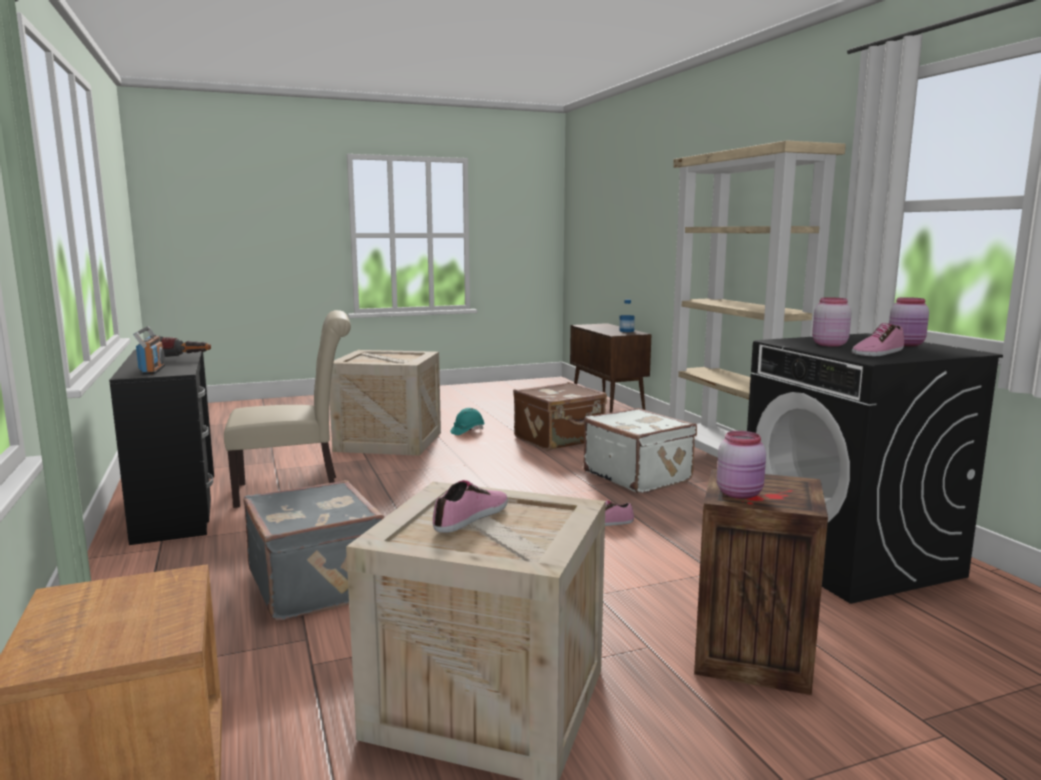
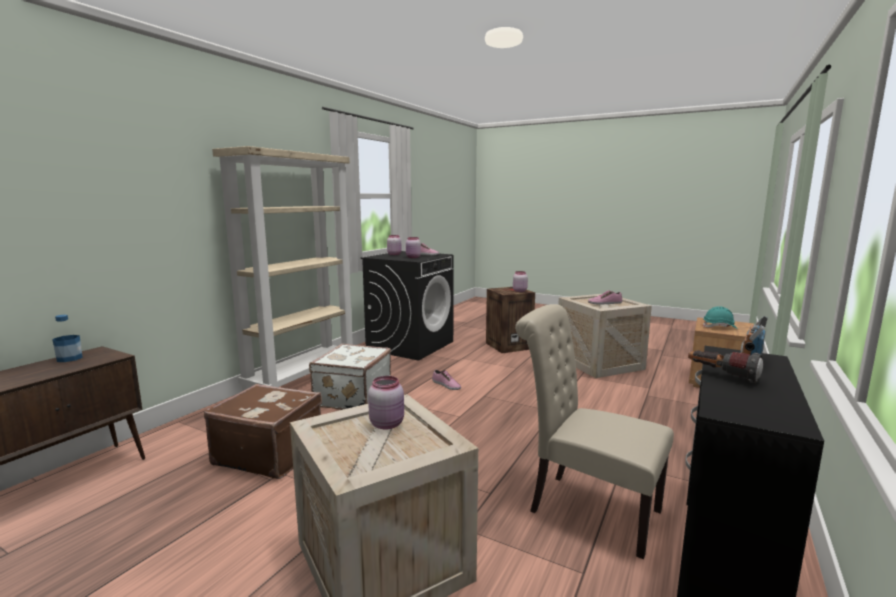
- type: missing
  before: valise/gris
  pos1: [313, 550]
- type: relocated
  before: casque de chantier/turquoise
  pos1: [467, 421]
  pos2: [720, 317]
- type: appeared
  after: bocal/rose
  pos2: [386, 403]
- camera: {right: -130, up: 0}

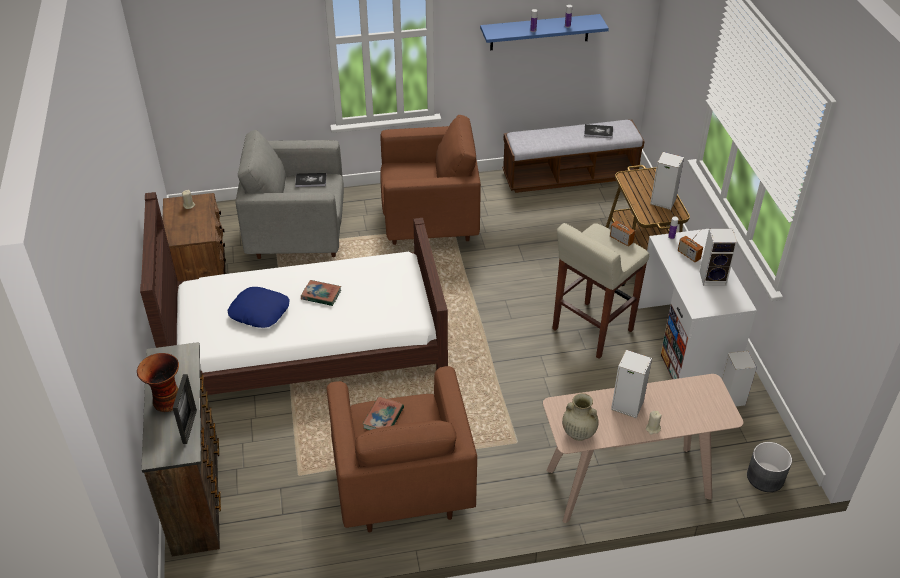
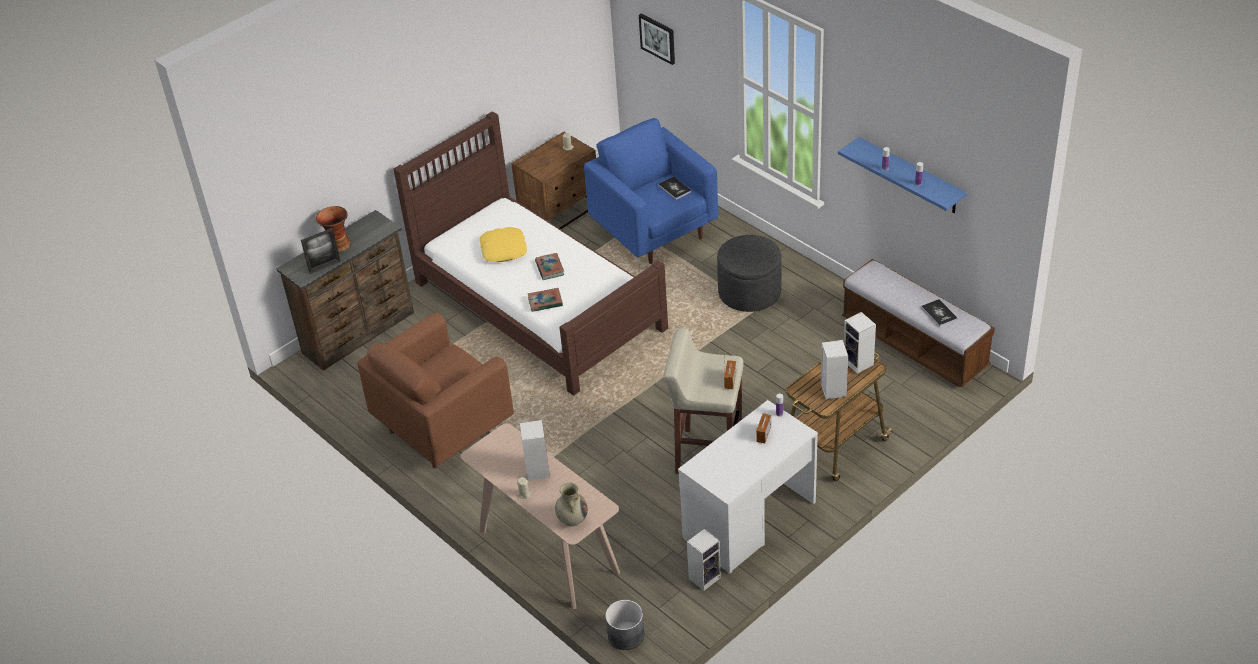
- type: colour
  before: coussin/bleu
  after: coussin/jaune
  pos1: [258, 307]
  pos2: [503, 244]
- type: colour
  before: fauteuil/gris
  after: fauteuil/bleu
  pos1: [289, 194]
  pos2: [651, 191]
- type: relocated
  before: livre
  pos1: [383, 413]
  pos2: [545, 300]
- type: exchanged
  before: fauteuil/marron
  after: pouf/gris
  pos1: [430, 180]
  pos2: [749, 273]
- type: relocated
  before: vase/beige
  pos1: [580, 417]
  pos2: [571, 505]
- type: relocated
  before: enceinte
  pos1: [718, 257]
  pos2: [860, 343]
- type: appeared
  after: tableau
  pos2: [657, 39]
- camera: {right: 60, up: 0}

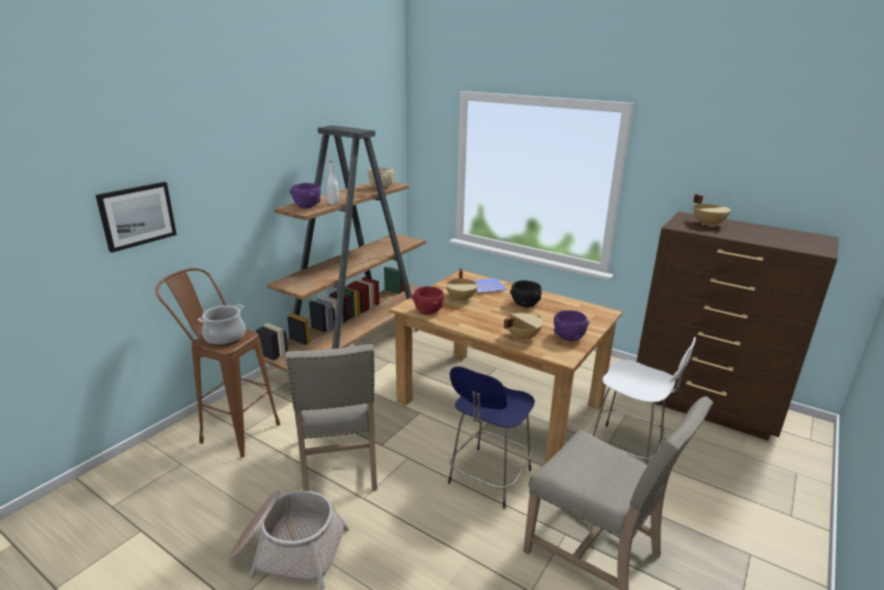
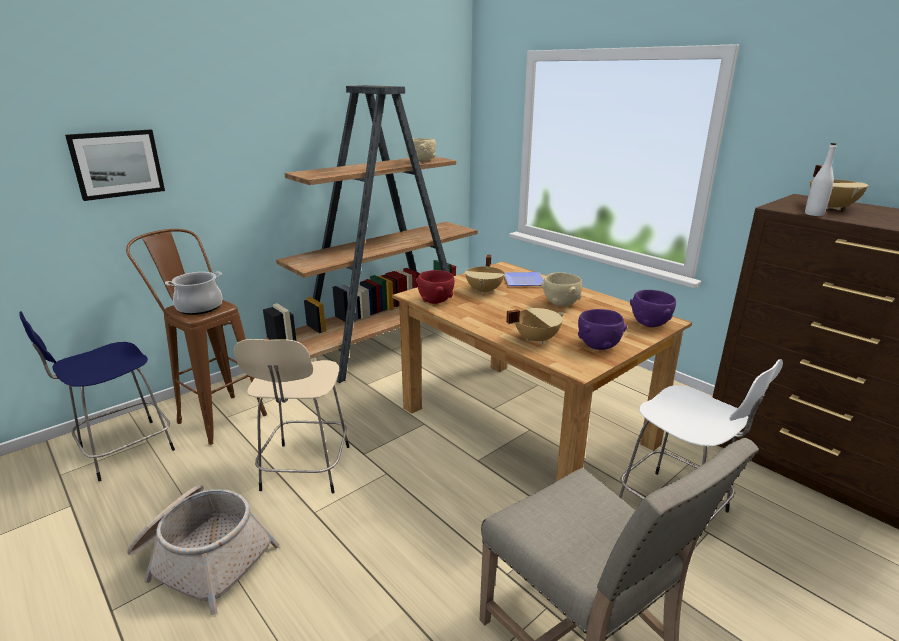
- type: exchanged
  before: chaise/beige
  after: tabouret/beige
  pos1: [331, 417]
  pos2: [291, 416]
- type: relocated
  before: bol/violet
  pos1: [305, 195]
  pos2: [653, 308]
- type: relocated
  before: bouteille/blanc
  pos1: [333, 183]
  pos2: [820, 179]
- type: relocated
  before: tabouret/bleu
  pos1: [491, 437]
  pos2: [97, 396]
- type: colour
  before: bol/noir
  after: bol/beige
  pos1: [526, 293]
  pos2: [561, 289]
- camera: {right: 15, up: 0}

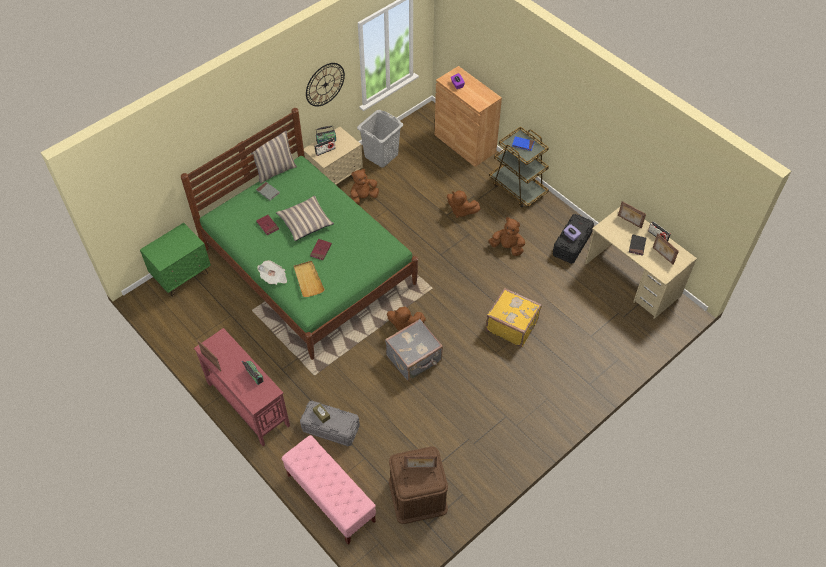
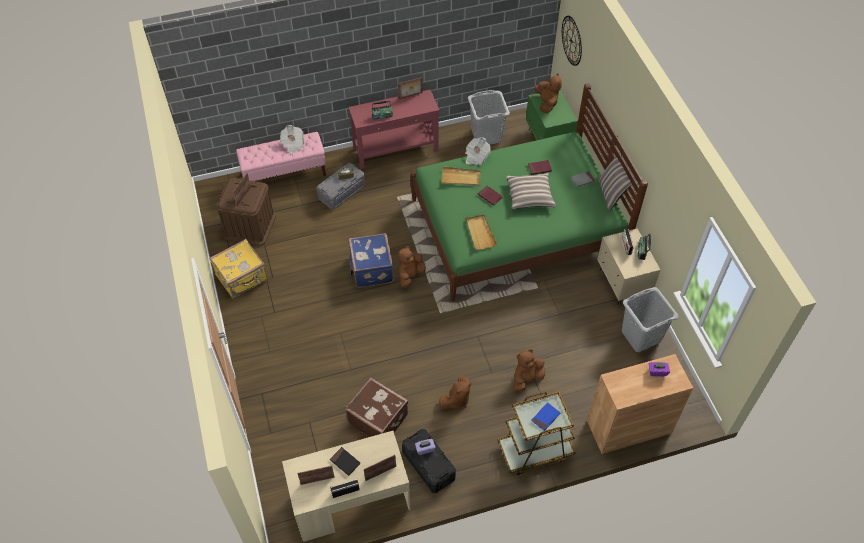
- type: relocated
  before: horloge murale
  pos1: [325, 85]
  pos2: [572, 41]
- type: relocated
  before: peluche/marron
  pos1: [364, 187]
  pos2: [548, 93]
- type: colour
  before: valise/gris
  after: valise/bleu
  pos1: [414, 350]
  pos2: [371, 260]
- type: relocated
  before: valise/jaune
  pos1: [514, 317]
  pos2: [238, 269]
- type: appeared
  after: journal
  pos2: [292, 139]
- type: appeared
  after: valise/marron
  pos2: [376, 407]
- type: appeared
  after: plateau/beige
  pos2: [481, 232]
- type: appeared
  after: panier à linge/gris
  pos2: [489, 117]
- camera: {right: 115, up: 0}

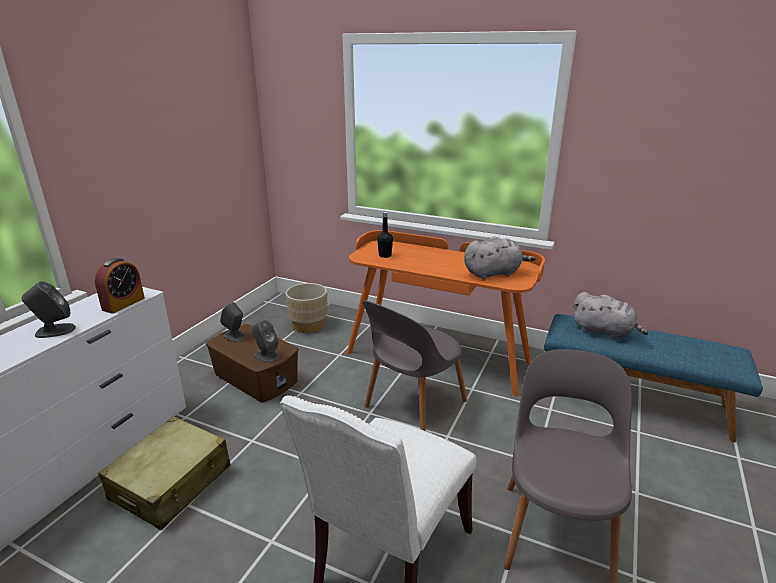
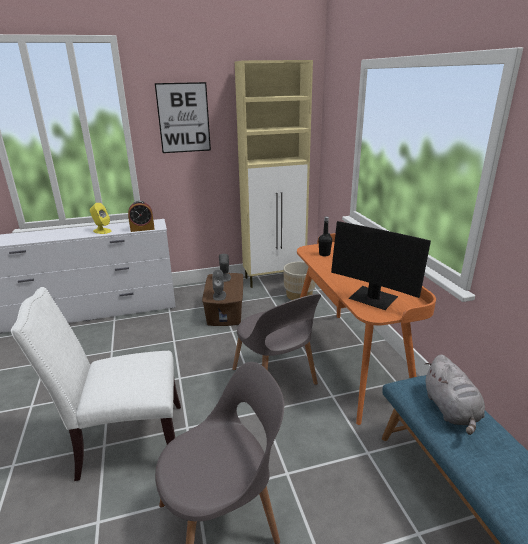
- type: colour
  before: enceinte/gris
  after: enceinte/jaune
  pos1: [49, 309]
  pos2: [100, 218]
- type: missing
  before: valise/beige
  pos1: [164, 473]
- type: spun
  before: chaise/gris
  pos1: [415, 365]
  pos2: [276, 339]
  turn: -120
- type: exchanged
  before: peluche/gris
  after: écran d'ordinateur
  pos1: [500, 258]
  pos2: [381, 265]
- type: appeared
  after: tableau
  pos2: [183, 117]
- type: appeared
  after: meuble de rangement/beige
  pos2: [274, 174]
- camera: {right: 50, up: 0}

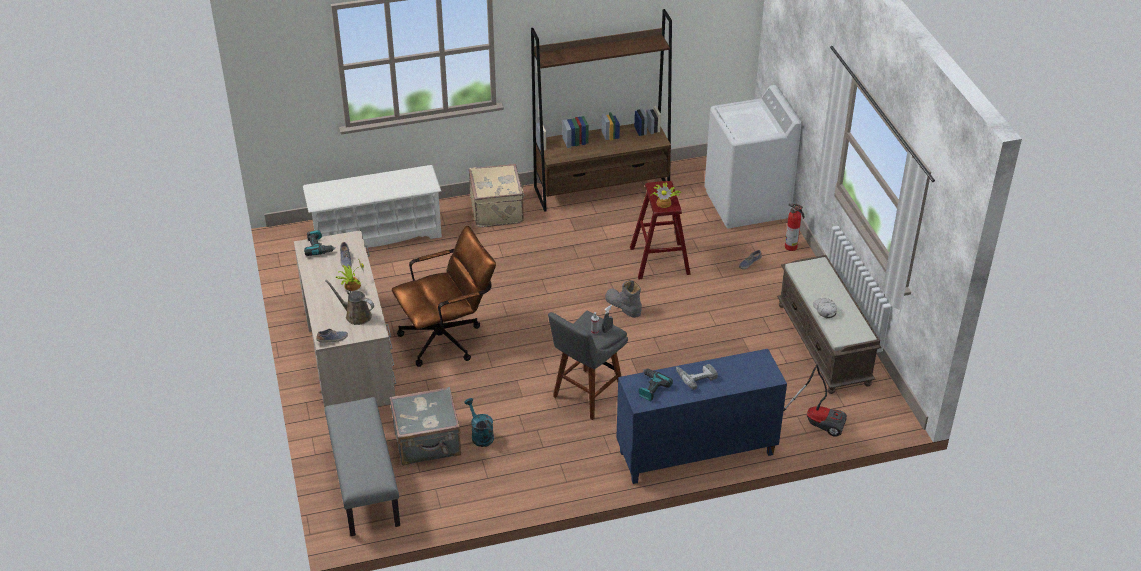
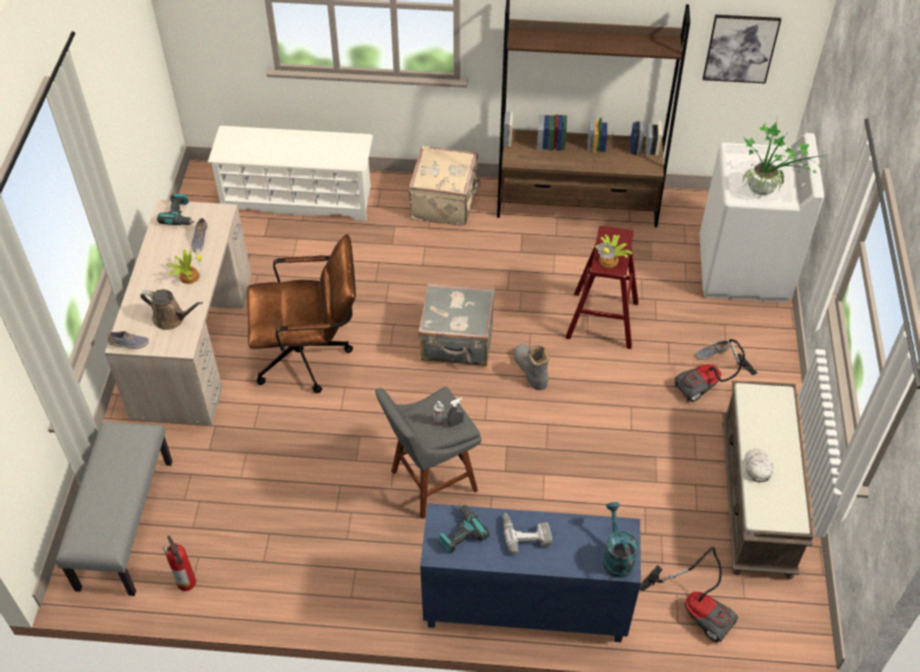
- type: spun
  before: arrosoir/marron
  pos1: [349, 302]
  pos2: [171, 309]
  turn: 150
- type: relocated
  before: valise/gris
  pos1: [425, 426]
  pos2: [456, 325]
- type: relocated
  before: arrosoir/turquoise
  pos1: [479, 422]
  pos2: [621, 540]
- type: relocated
  before: extincteur
  pos1: [795, 227]
  pos2: [179, 563]
- type: appeared
  after: aspirateur
  pos2: [715, 370]
- type: appeared
  after: tableau
  pos2: [742, 49]
- type: appeared
  after: plante en pot
  pos2: [785, 158]
- camera: {right: 20, up: 10}

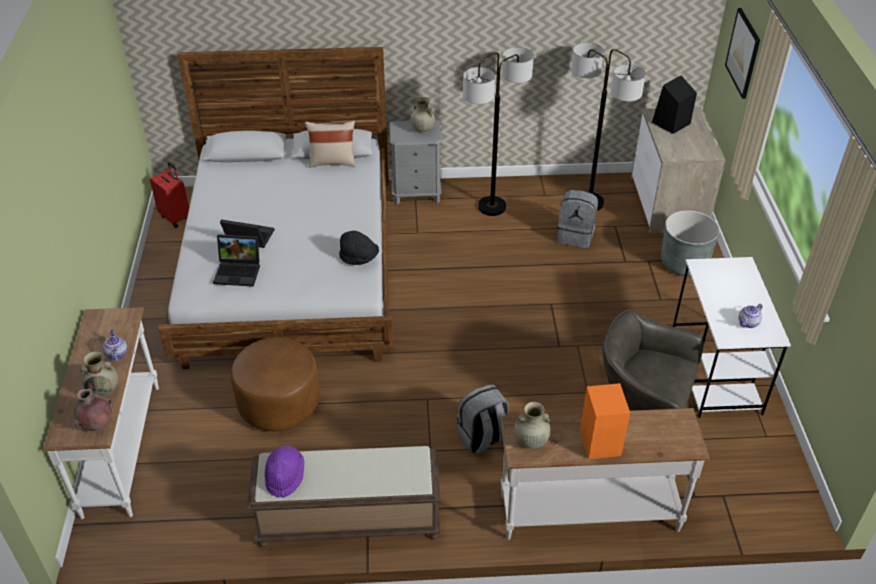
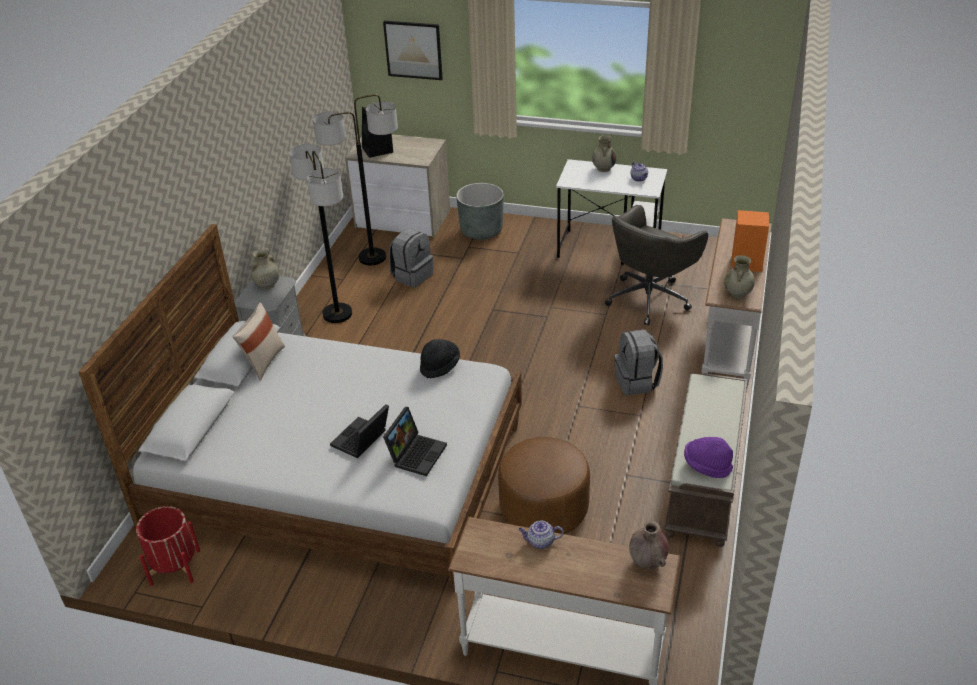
- type: relocated
  before: vase/beige
  pos1: [99, 374]
  pos2: [604, 153]
- type: exchanged
  before: valise/rouge
  after: cache-pot/rouge
  pos1: [169, 195]
  pos2: [168, 546]
- camera: {right: -70, up: -5}

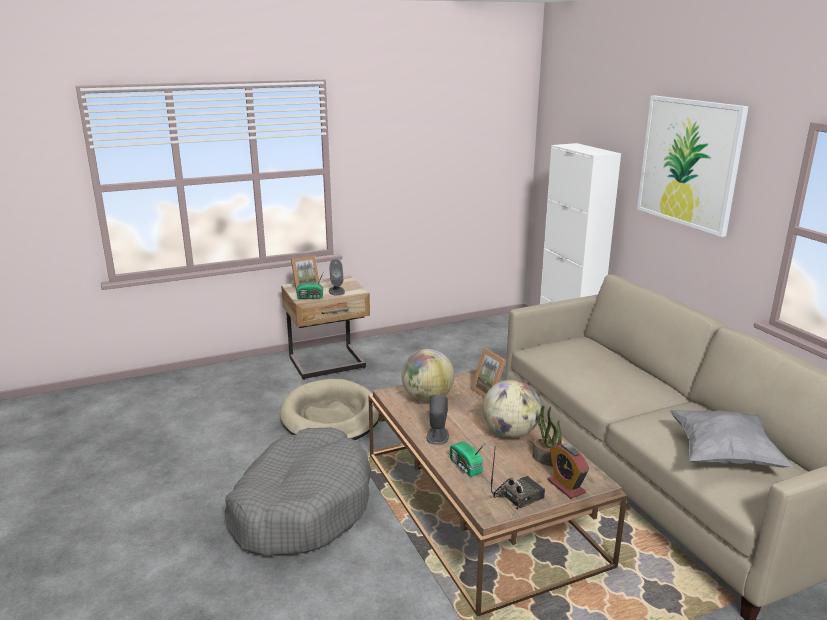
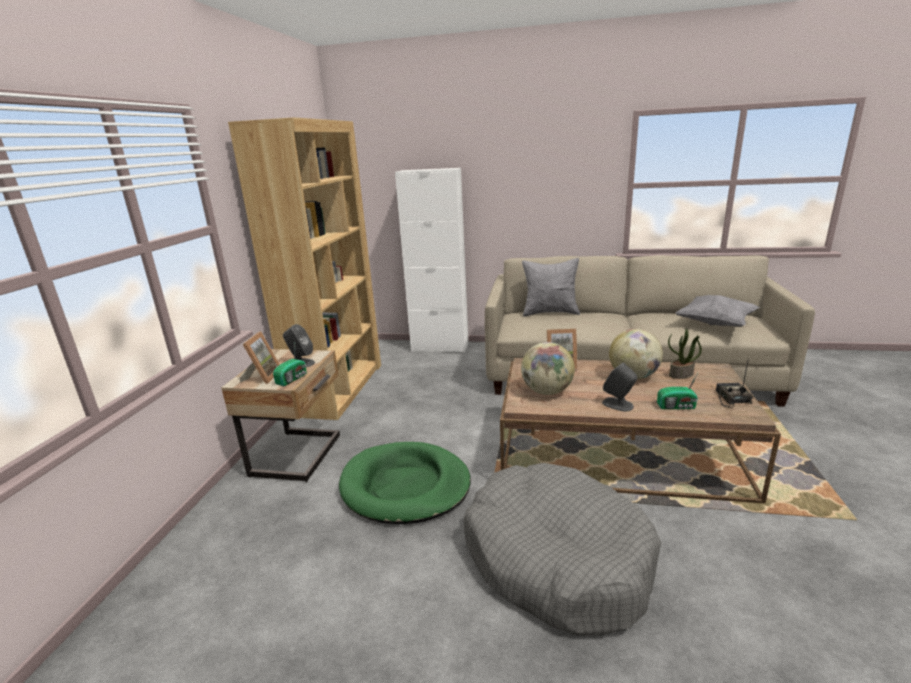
- type: colour
  before: panier pour chien/beige
  after: panier pour chien/vert
  pos1: [329, 409]
  pos2: [405, 483]
- type: missing
  before: réveil
  pos1: [568, 471]
- type: missing
  before: tableau
  pos1: [693, 166]
- type: appeared
  after: bibliothèque/marron
  pos2: [304, 268]
- type: appeared
  after: coussin/gris
  pos2: [551, 287]
- camera: {right: -55, up: 0}

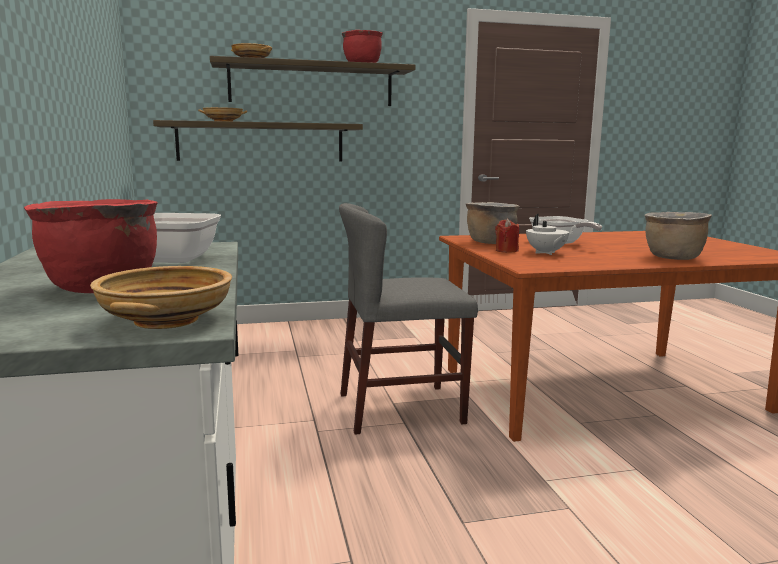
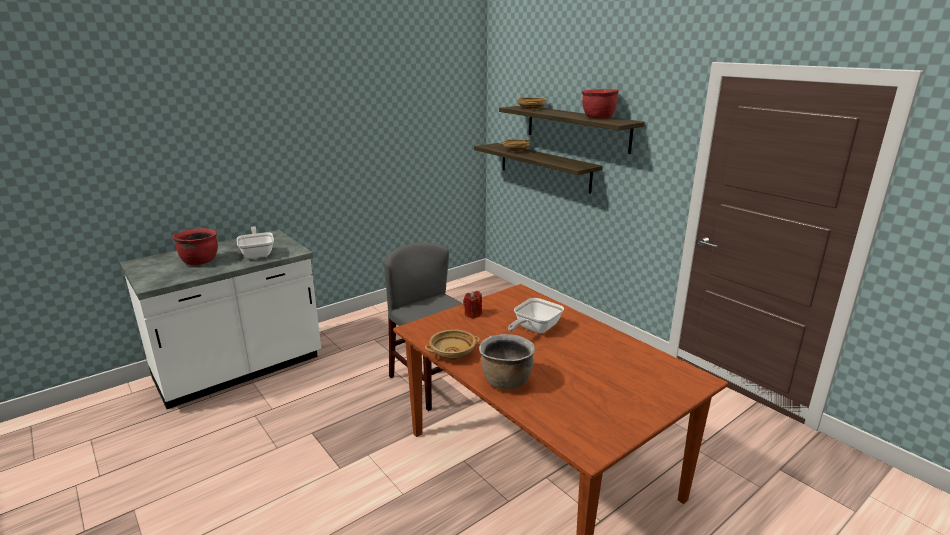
- type: relocated
  before: bol/beige
  pos1: [161, 297]
  pos2: [452, 345]
- type: missing
  before: marmite/marron
  pos1: [492, 223]
- type: missing
  before: théière/blanc
  pos1: [547, 234]
- camera: {right: 65, up: 10}

